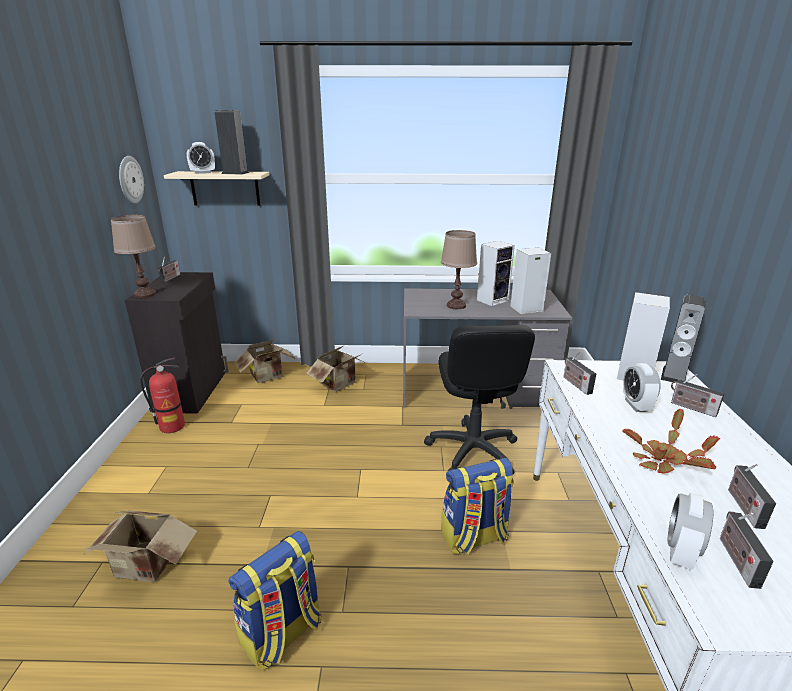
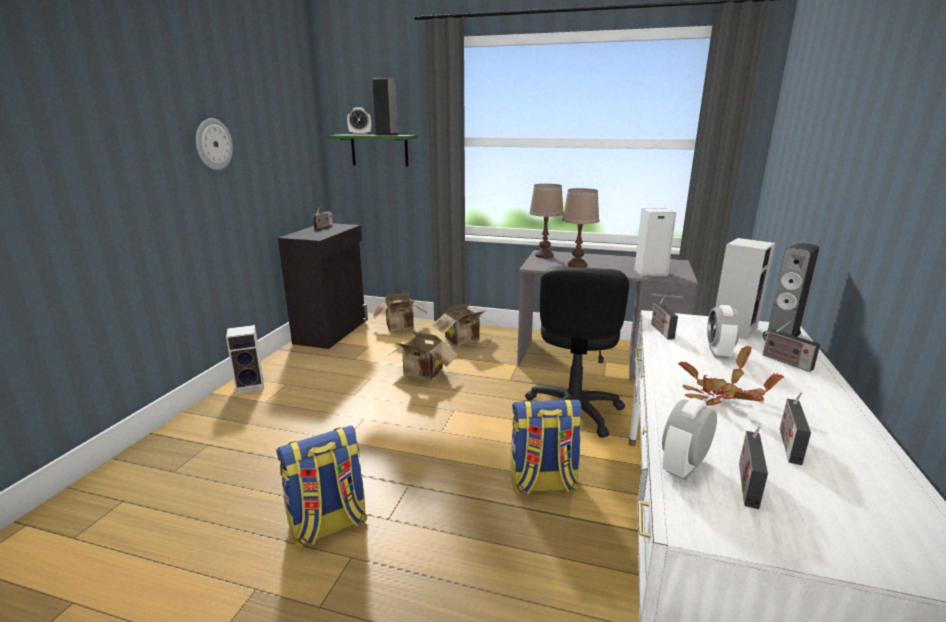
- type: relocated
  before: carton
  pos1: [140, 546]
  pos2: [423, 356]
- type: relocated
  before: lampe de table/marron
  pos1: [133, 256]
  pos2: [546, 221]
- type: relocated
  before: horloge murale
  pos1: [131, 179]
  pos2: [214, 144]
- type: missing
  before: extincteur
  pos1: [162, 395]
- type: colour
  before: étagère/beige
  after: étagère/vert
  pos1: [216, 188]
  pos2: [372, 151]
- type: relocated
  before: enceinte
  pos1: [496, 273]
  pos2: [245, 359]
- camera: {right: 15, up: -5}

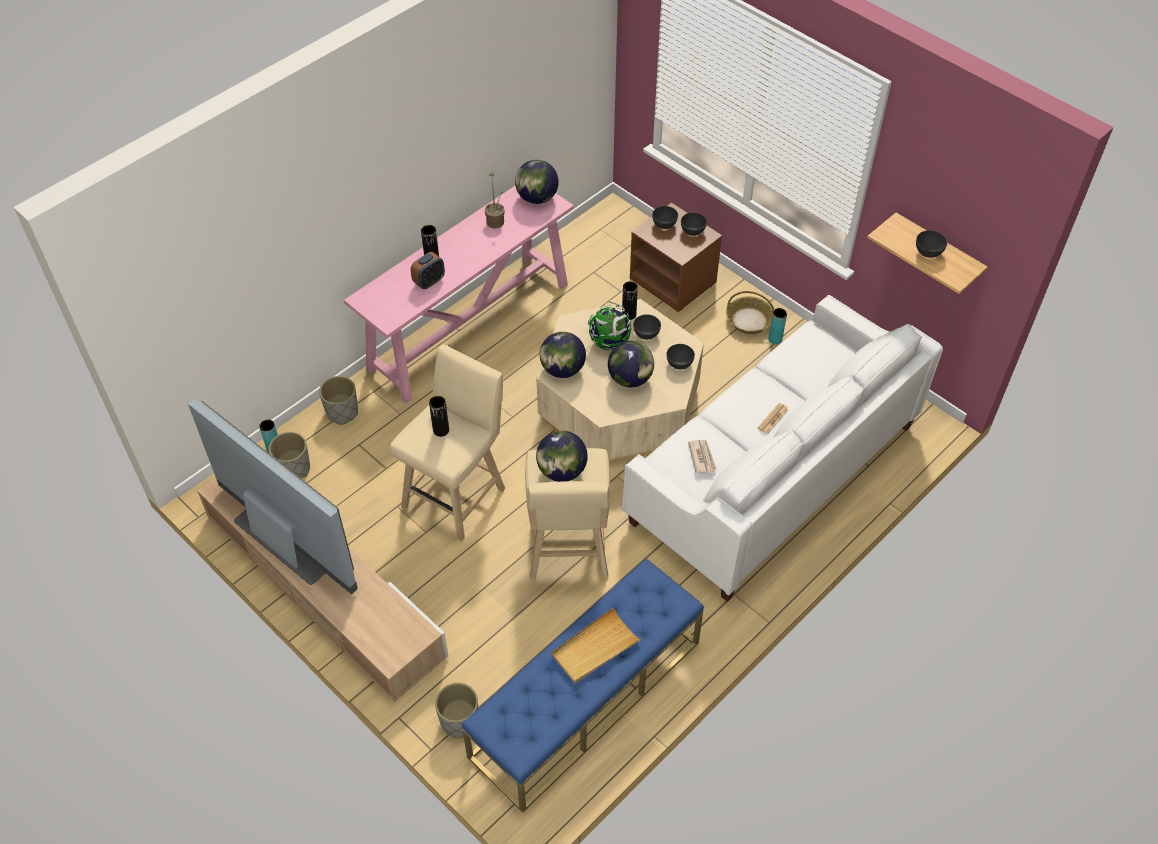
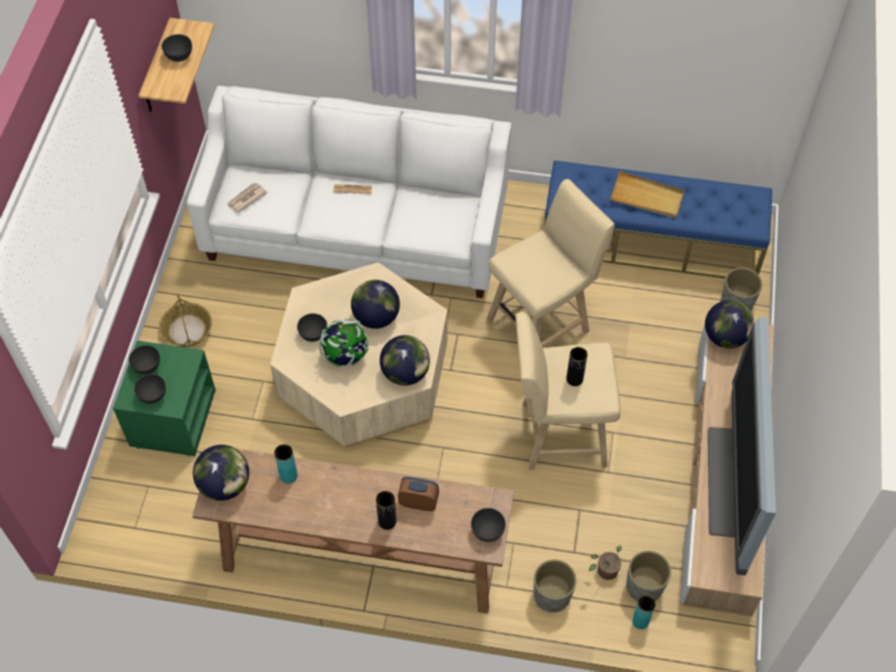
- type: colour
  before: table console/rose
  after: table console/marron
  pos1: [459, 295]
  pos2: [353, 529]
- type: relocated
  before: plante en pot
  pos1: [495, 200]
  pos2: [605, 562]
- type: relocated
  before: globe
  pos1: [562, 456]
  pos2: [729, 324]
- type: missing
  before: vase/noir
  pos1: [630, 300]
- type: colour
  before: table de chevet/marron
  after: table de chevet/vert
  pos1: [676, 257]
  pos2: [164, 398]
- type: relocated
  before: bol/gris
  pos1: [680, 357]
  pos2: [488, 525]
- type: relocated
  before: journal
  pos1: [702, 457]
  pos2: [247, 198]
- type: relocated
  before: vase/turquoise
  pos1: [778, 326]
  pos2: [286, 464]
- camera: {right: -125, up: 5}

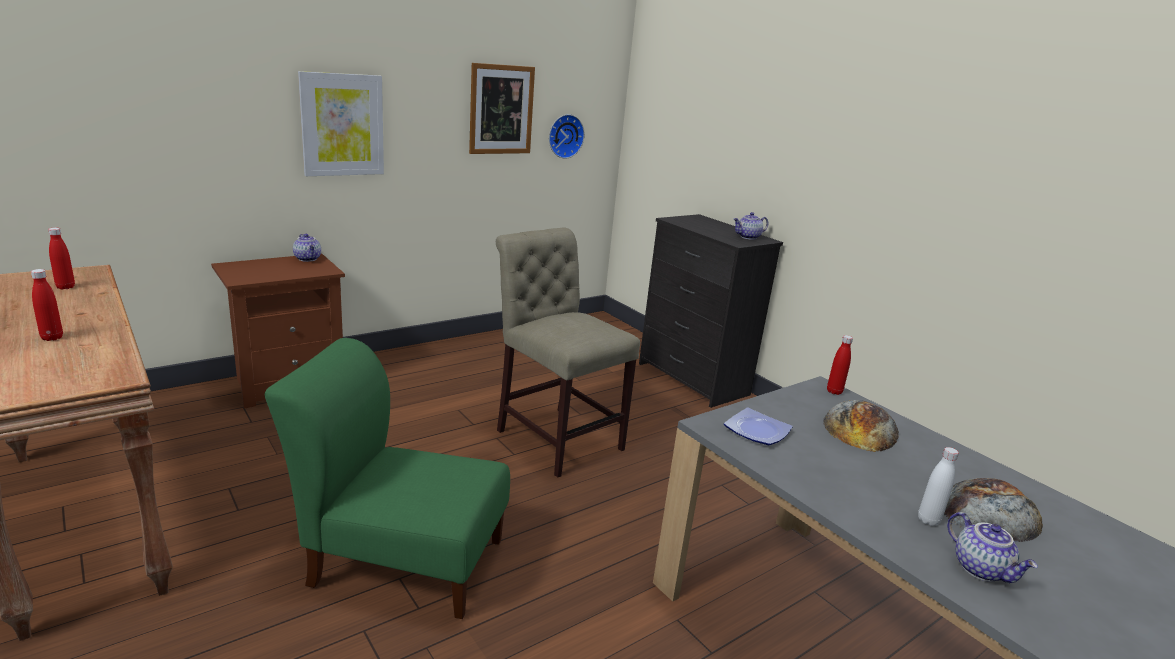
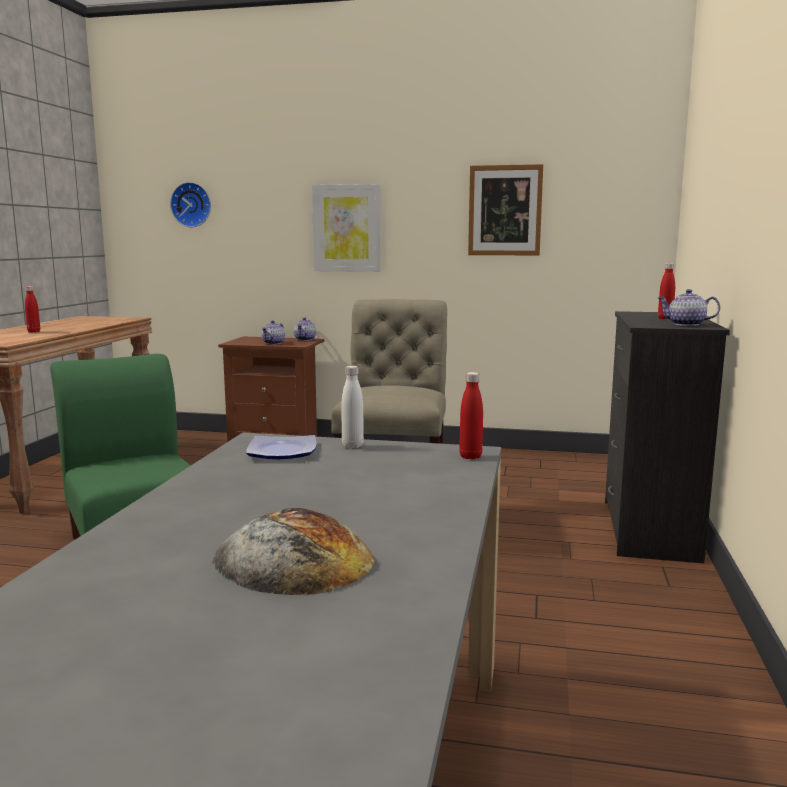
- type: relocated
  before: bouteille/rouge
  pos1: [61, 258]
  pos2: [666, 291]
- type: relocated
  before: horloge murale
  pos1: [567, 136]
  pos2: [190, 204]
- type: missing
  before: pain
  pos1: [861, 426]
- type: relocated
  before: bouteille/blanc
  pos1: [938, 486]
  pos2: [352, 407]
- type: relocated
  before: théière
  pos1: [992, 547]
  pos2: [273, 332]
- camera: {right: 50, up: -10}

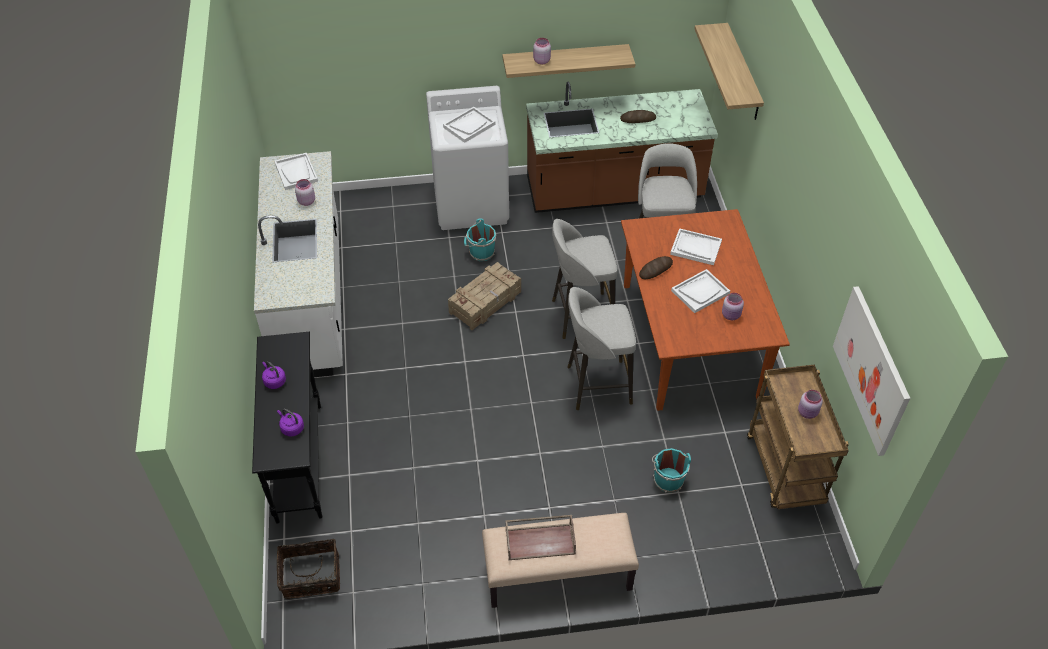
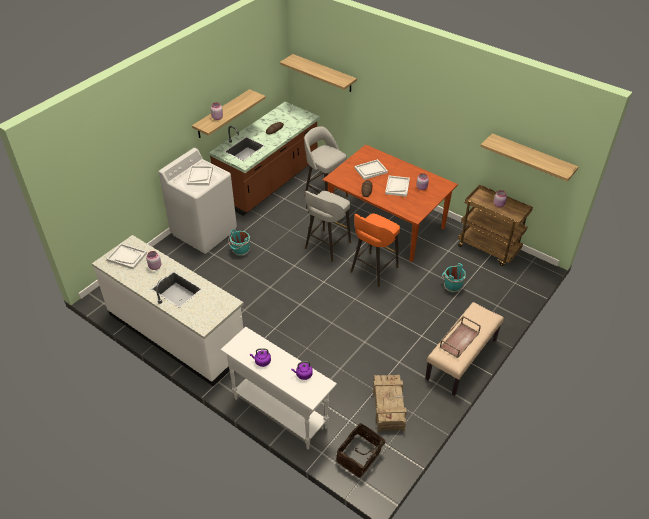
- type: colour
  before: table console/noir
  after: table console/blanc
  pos1: [287, 427]
  pos2: [279, 388]
- type: relocated
  before: caisse
  pos1: [484, 296]
  pos2: [390, 403]
- type: colour
  before: tabouret/gris
  after: tabouret/orange
  pos1: [601, 348]
  pos2: [375, 250]
- type: exchanged
  before: tableau
  after: étagère
  pos1: [871, 371]
  pos2: [529, 157]
- camera: {right: -45, up: -5}

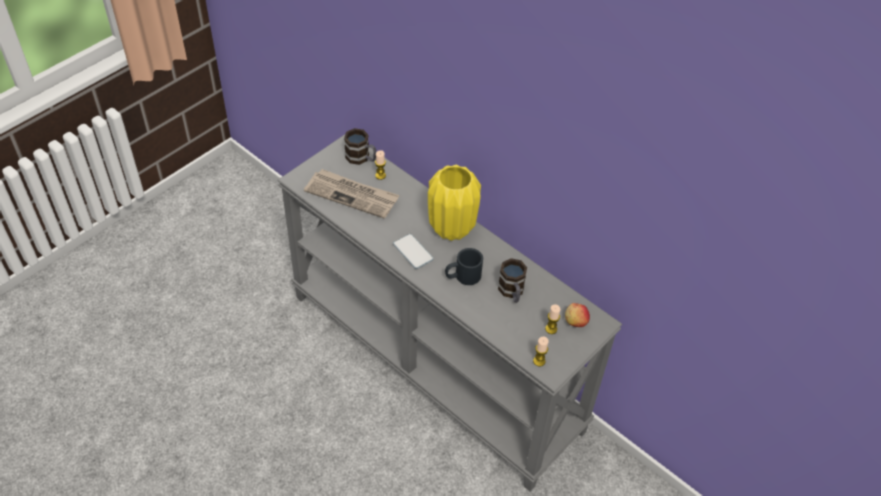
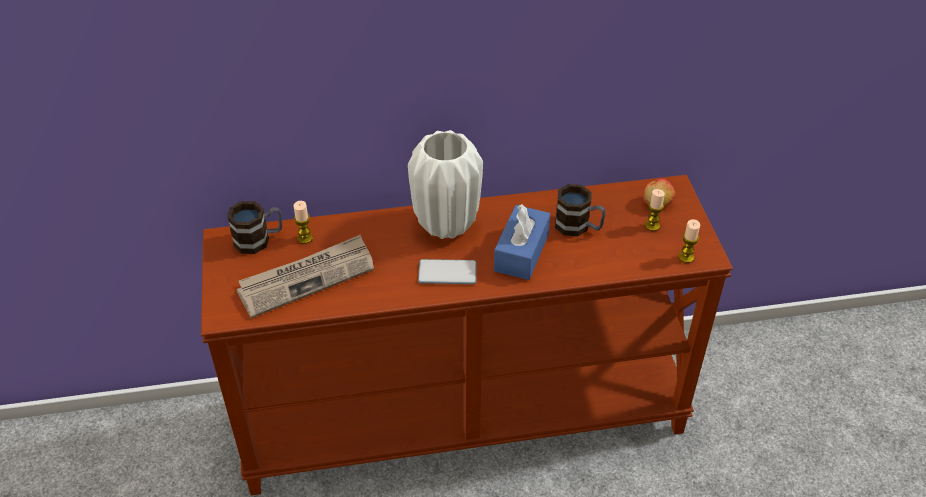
- type: colour
  before: table console/gris
  after: table console/marron
  pos1: [449, 313]
  pos2: [467, 335]
- type: colour
  before: vase/jaune
  after: vase/blanc
  pos1: [454, 202]
  pos2: [445, 184]
- type: exchanged
  before: mug/noir
  after: boîte à mouchoirs/bleu
  pos1: [464, 266]
  pos2: [522, 242]
- camera: {right: -50, up: -5}

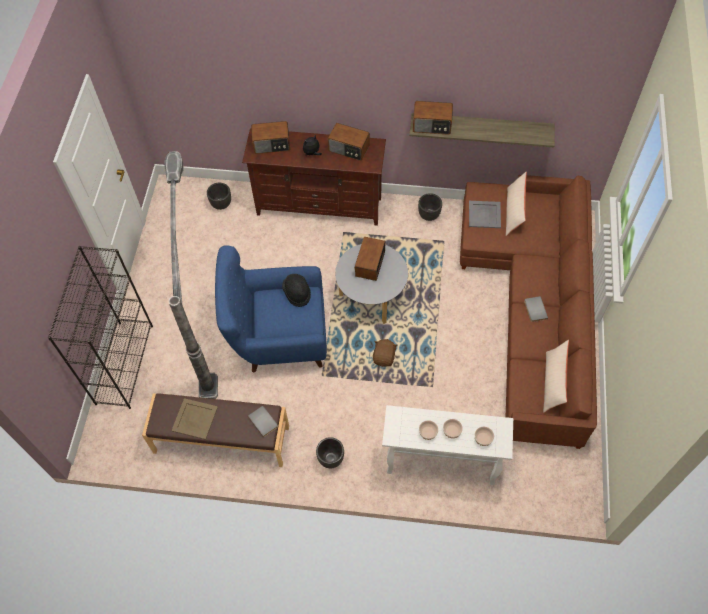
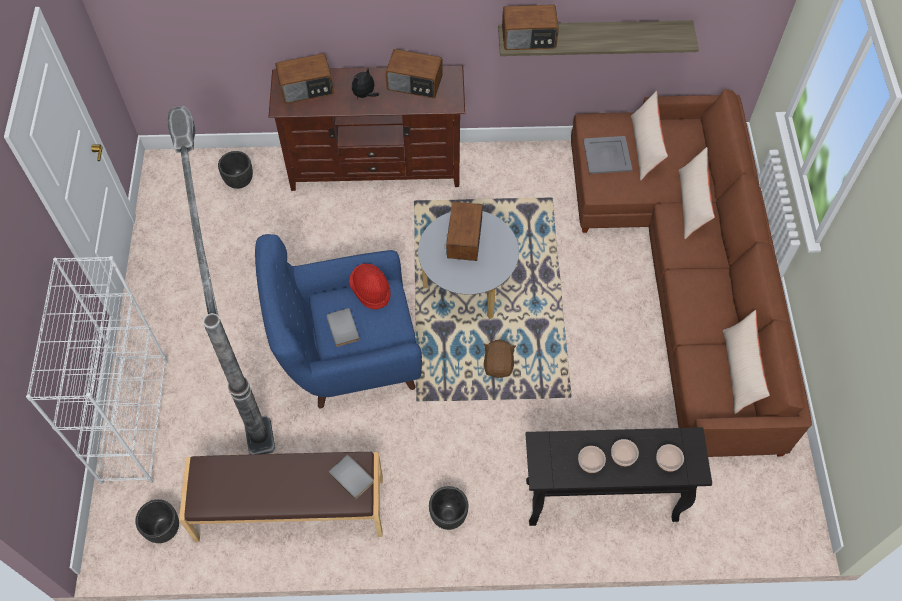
- type: colour
  before: bibliothèque/noir
  after: bibliothèque/blanc
  pos1: [100, 327]
  pos2: [97, 370]
- type: missing
  before: plateau/beige
  pos1: [194, 419]
- type: colour
  before: chapeau/noir
  after: chapeau/rouge
  pos1: [296, 290]
  pos2: [370, 286]
- type: colour
  before: table console/blanc
  after: table console/noir
  pos1: [447, 445]
  pos2: [619, 476]
- type: relocated
  before: cache-pot/noir
  pos1: [430, 207]
  pos2: [157, 521]
- type: relocated
  before: livre/gris
  pos1: [536, 309]
  pos2: [343, 327]
- type: appeared
  after: coussin/beige
  pos2: [697, 193]
- camera: {right: -10, up: 0}

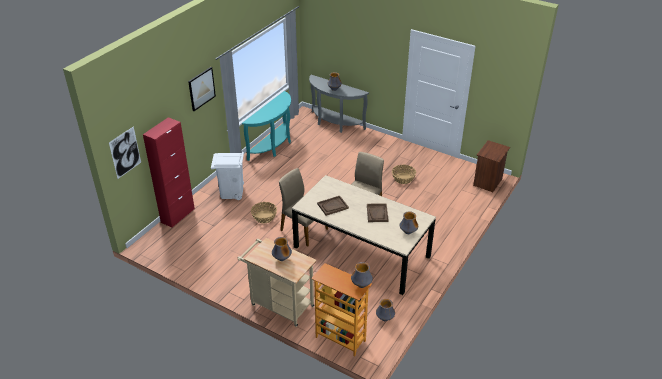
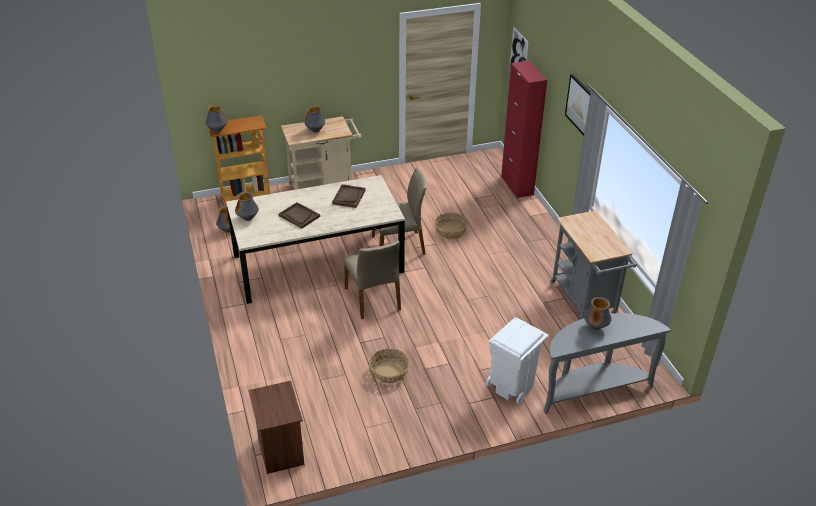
- type: relocated
  before: poubelle/blanc
  pos1: [227, 176]
  pos2: [517, 360]
- type: exchanged
  before: table console/turquoise
  after: chariot/gris
  pos1: [266, 126]
  pos2: [594, 265]
- camera: {right: 130, up: 0}

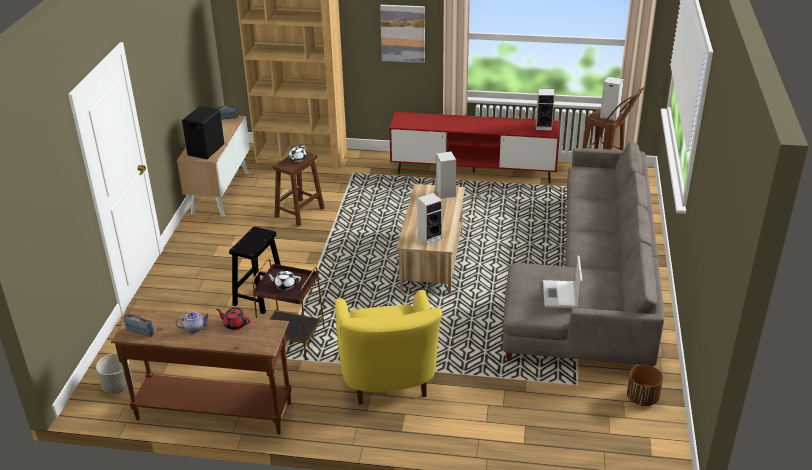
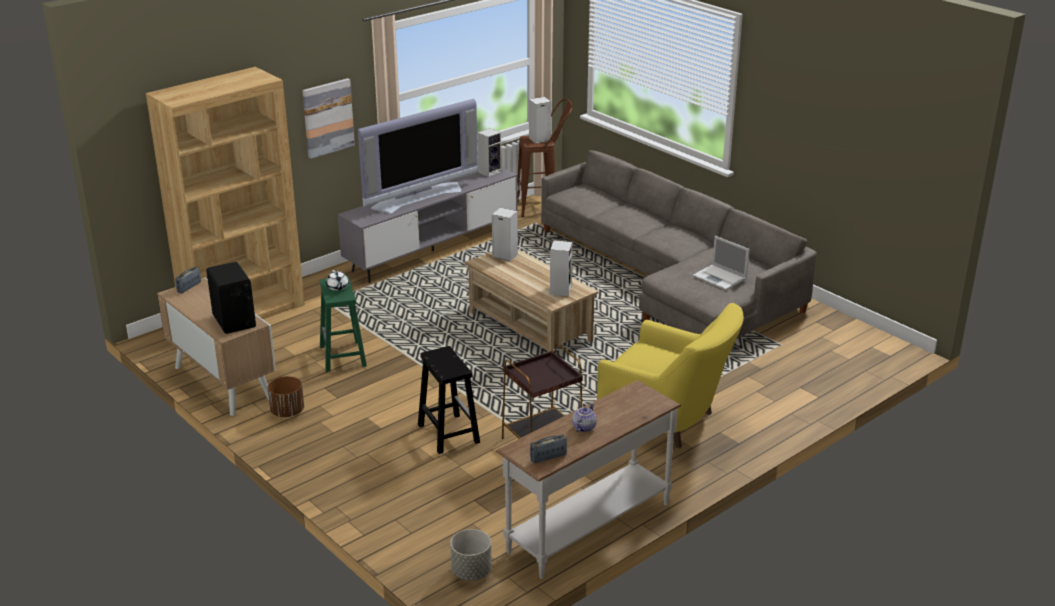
- type: colour
  before: table console/marron
  after: table console/blanc
  pos1: [201, 371]
  pos2: [588, 479]
- type: missing
  before: théière/rouge
  pos1: [233, 319]
- type: missing
  before: théière/blanc
  pos1: [284, 280]
- type: colour
  before: tabouret/marron
  after: tabouret/vert
  pos1: [299, 188]
  pos2: [343, 324]
- type: colour
  before: meuble télé/rouge
  after: meuble télé/gris
  pos1: [474, 148]
  pos2: [428, 225]
- type: relocated
  before: cache-pot/marron
  pos1: [645, 385]
  pos2: [286, 396]
- type: appeared
  after: téléviseur
  pos2: [418, 156]
- camera: {right: -50, up: -5}

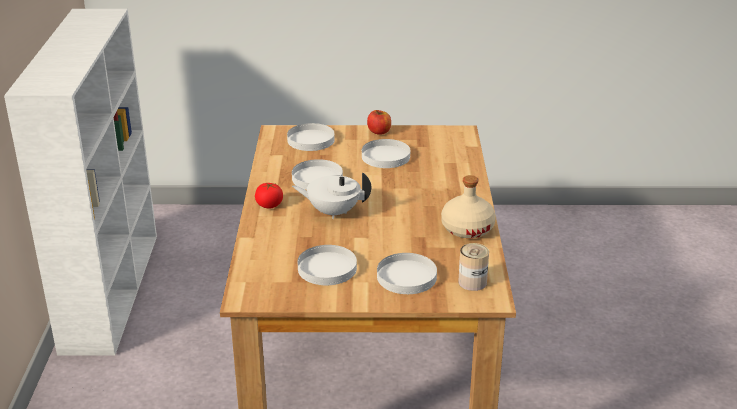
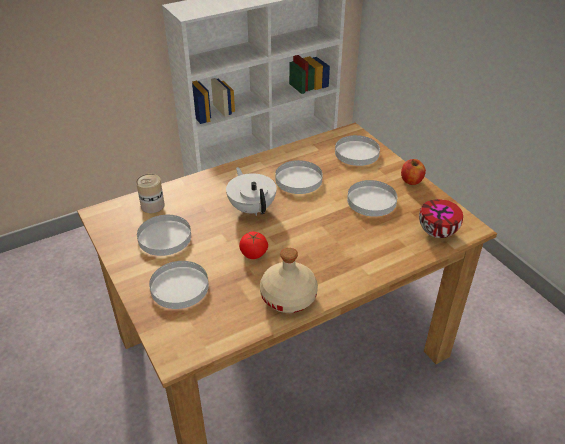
- type: relocated
  before: tomate
  pos1: [269, 196]
  pos2: [253, 245]
- type: relocated
  before: boîte métallique
  pos1: [473, 267]
  pos2: [150, 193]
- type: appeared
  after: bol
  pos2: [441, 218]
- camera: {right: 60, up: 10}

